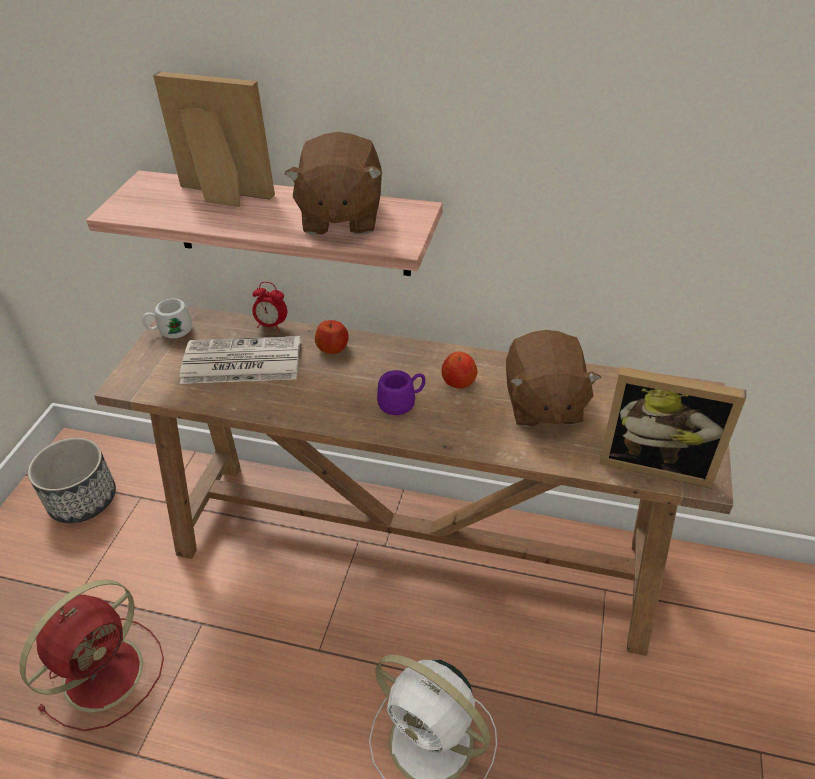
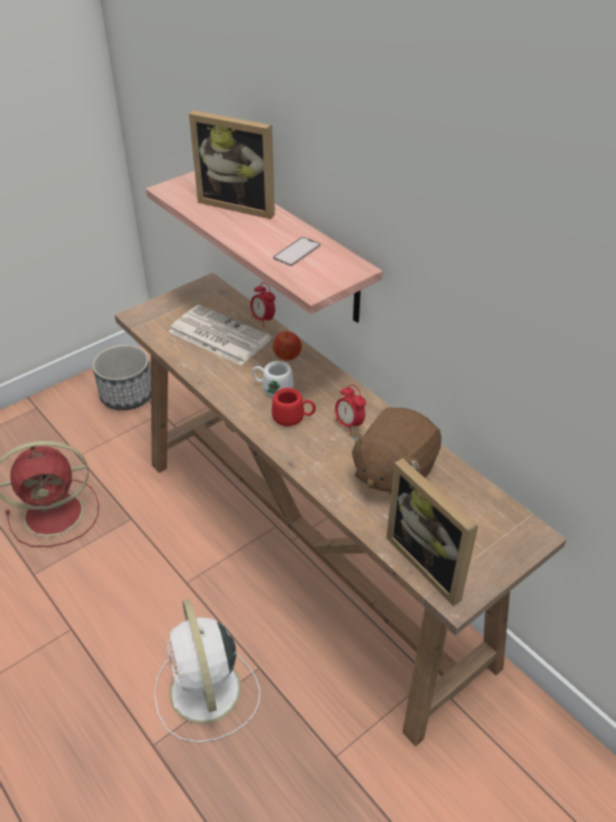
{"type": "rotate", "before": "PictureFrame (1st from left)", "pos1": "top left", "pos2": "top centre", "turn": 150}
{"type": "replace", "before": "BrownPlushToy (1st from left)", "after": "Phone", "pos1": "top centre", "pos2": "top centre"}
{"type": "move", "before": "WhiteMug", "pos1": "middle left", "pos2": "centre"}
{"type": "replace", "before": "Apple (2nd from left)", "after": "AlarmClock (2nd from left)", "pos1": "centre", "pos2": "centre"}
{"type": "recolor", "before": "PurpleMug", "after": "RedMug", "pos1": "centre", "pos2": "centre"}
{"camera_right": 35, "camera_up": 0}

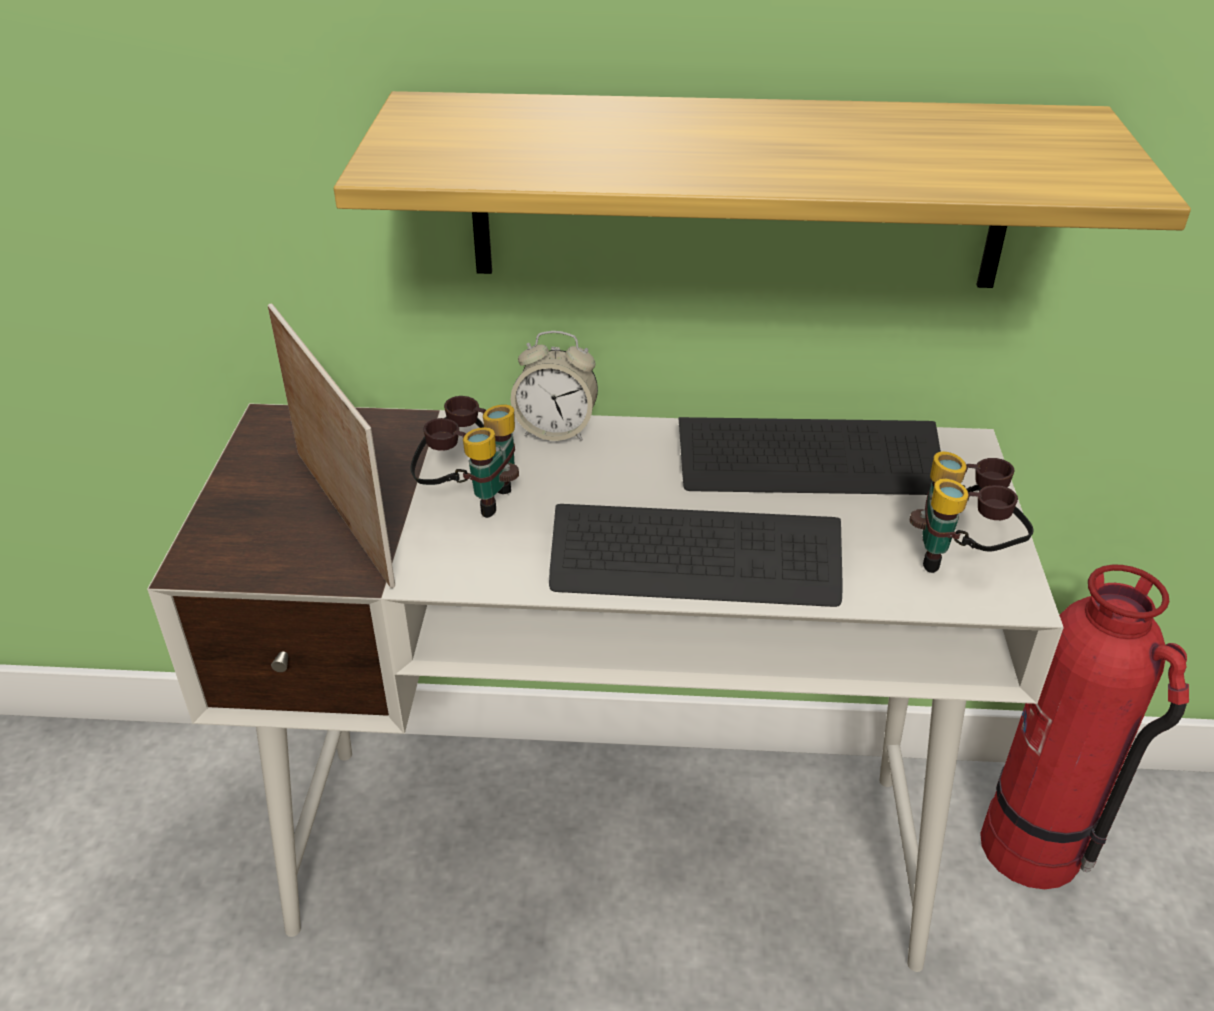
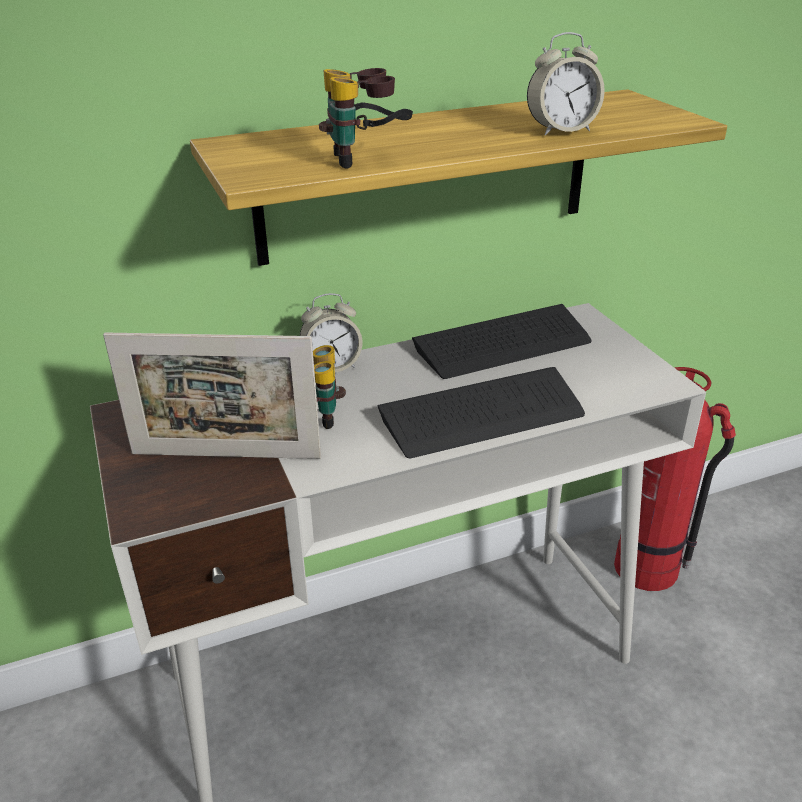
{"type": "rotate", "before": "PictureFrame", "pos1": "middle left", "pos2": "middle left", "turn": 150}
{"type": "move", "before": "Binoculars (2nd from left)", "pos1": "middle right", "pos2": "top centre"}
{"type": "insert", "after": "AlarmClock (2nd from left)", "pos2": "top right"}
{"camera_right": -25, "camera_up": -5}

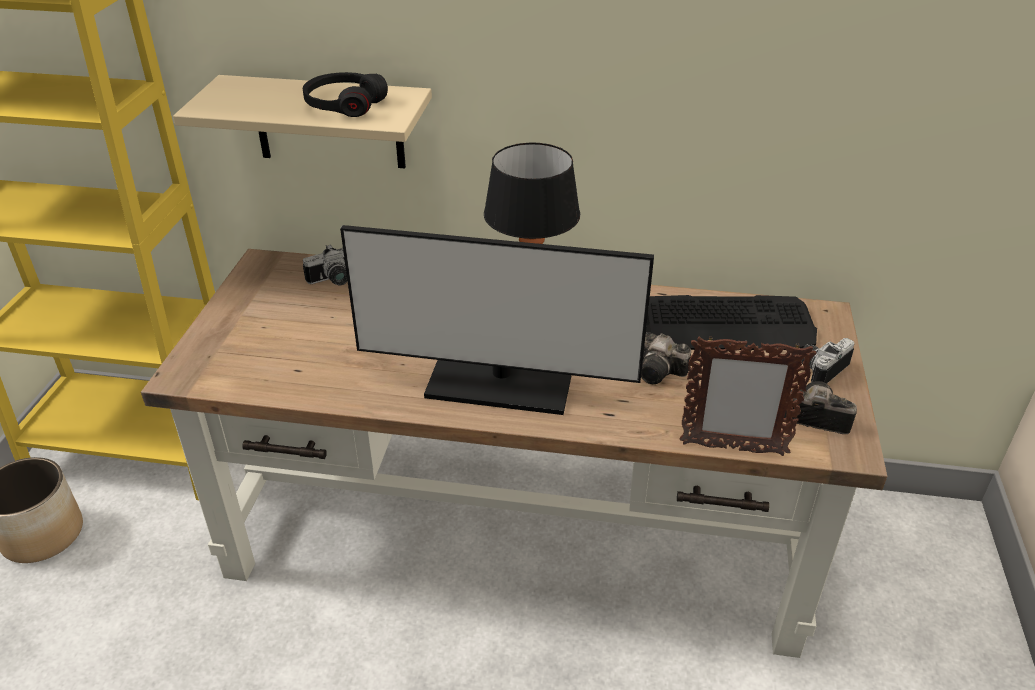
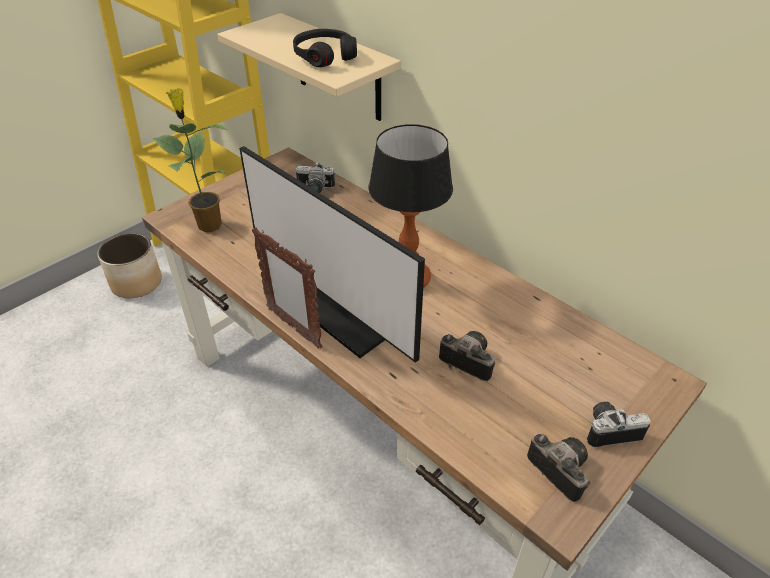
{"type": "delete", "before": "Keyboard", "pos1": "middle right"}
{"type": "rotate", "before": "PhotoCamera (2nd from left)", "pos1": "centre", "pos2": "centre", "turn": 150}
{"type": "move", "before": "PictureFrame", "pos1": "middle right", "pos2": "centre"}
{"type": "insert", "after": "PottedPlant", "pos2": "top left"}
{"camera_right": 35, "camera_up": 5}

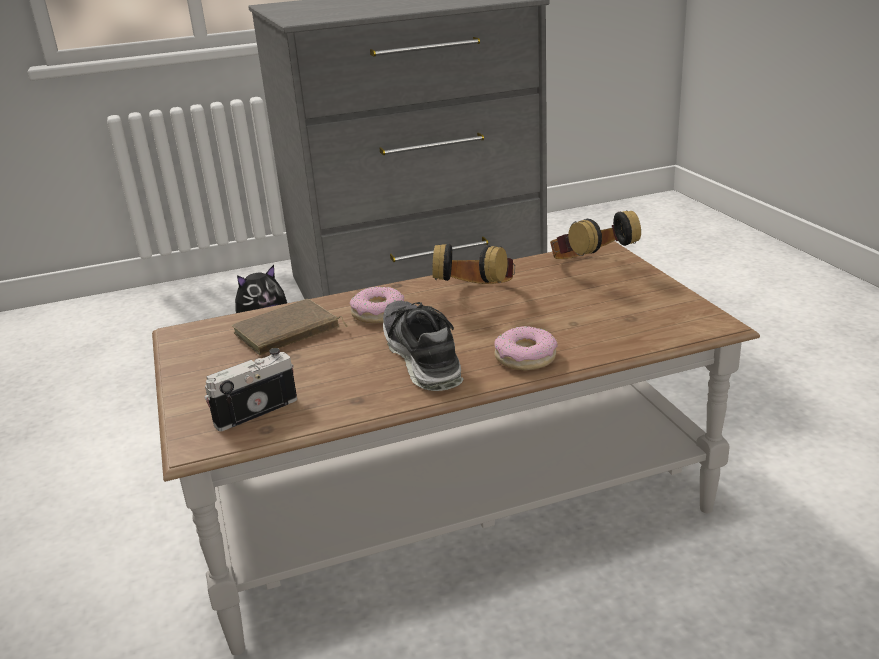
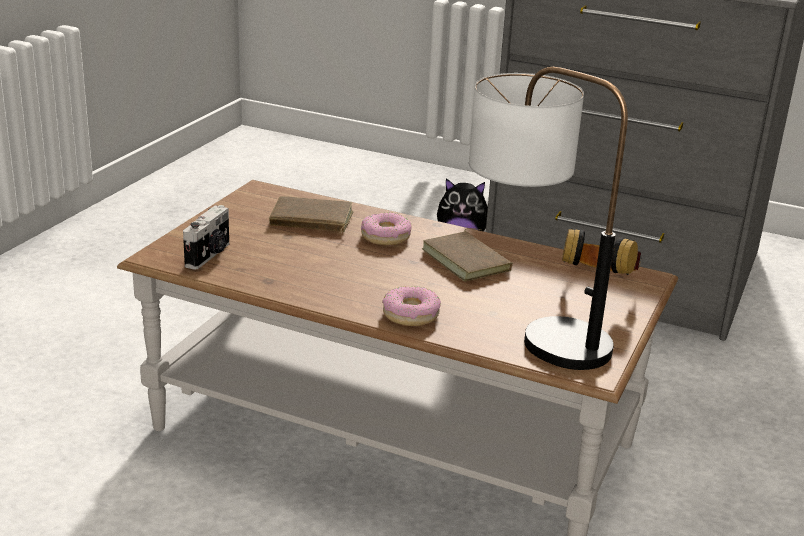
{"type": "replace", "before": "Headphones (1st from left)", "after": "BrownBook (2nd from left)", "pos1": "centre", "pos2": "centre"}
{"type": "delete", "before": "Shoe", "pos1": "centre"}
{"type": "rotate", "before": "PhotoCamera", "pos1": "middle left", "pos2": "middle left", "turn": 105}
{"type": "insert", "after": "TableLamp", "pos2": "middle right"}
{"camera_right": 40, "camera_up": 0}

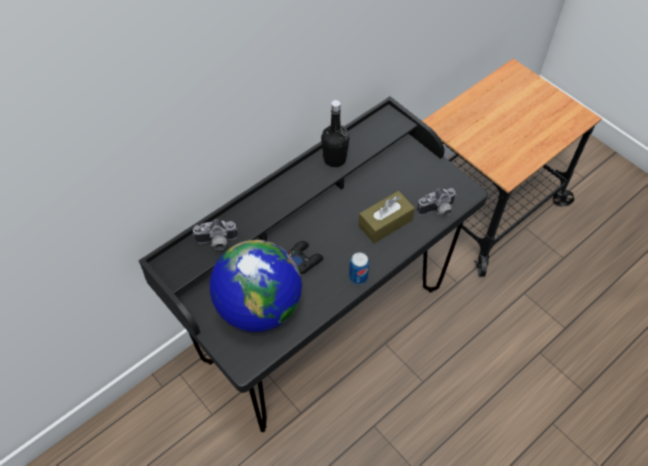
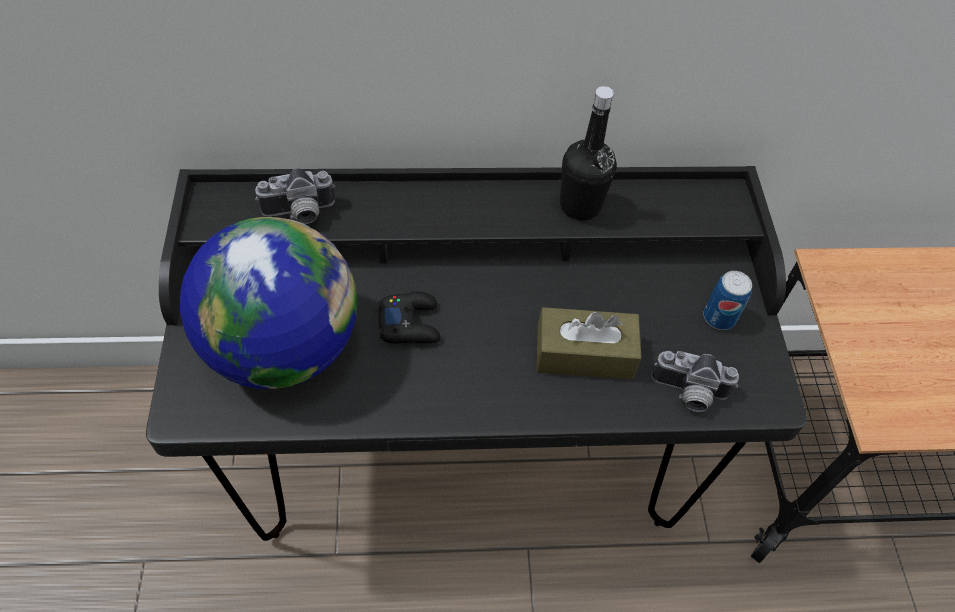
{"type": "rotate", "before": "PhotoCamera (1st from left)", "pos1": "middle left", "pos2": "top left", "turn": -45}
{"type": "move", "before": "Can", "pos1": "centre", "pos2": "middle right"}
{"camera_right": 35, "camera_up": 0}

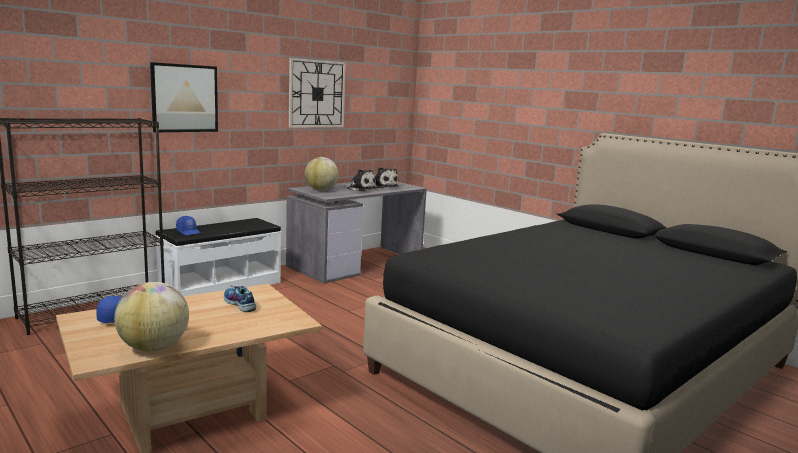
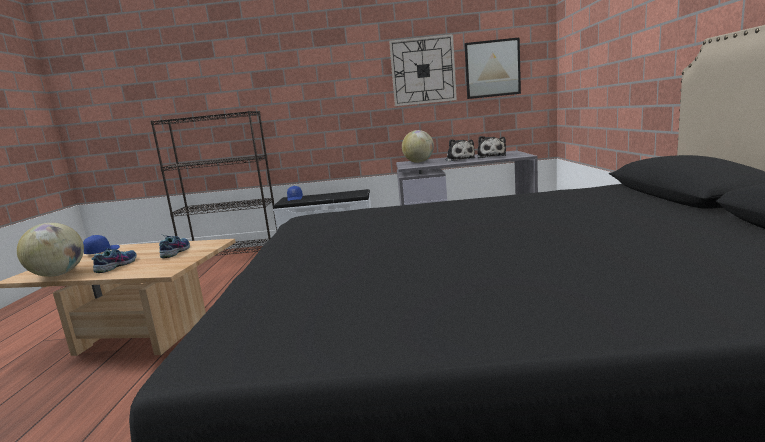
{"type": "move", "before": "Picture", "pos1": "top left", "pos2": "top centre"}
{"type": "insert", "after": "Shoe (1st from left)", "pos2": "middle left"}
{"camera_right": 45, "camera_up": 0}

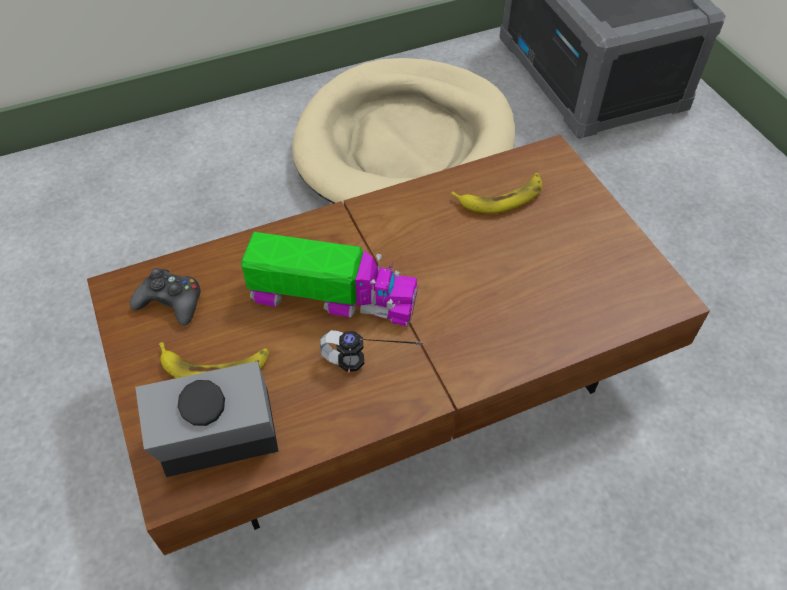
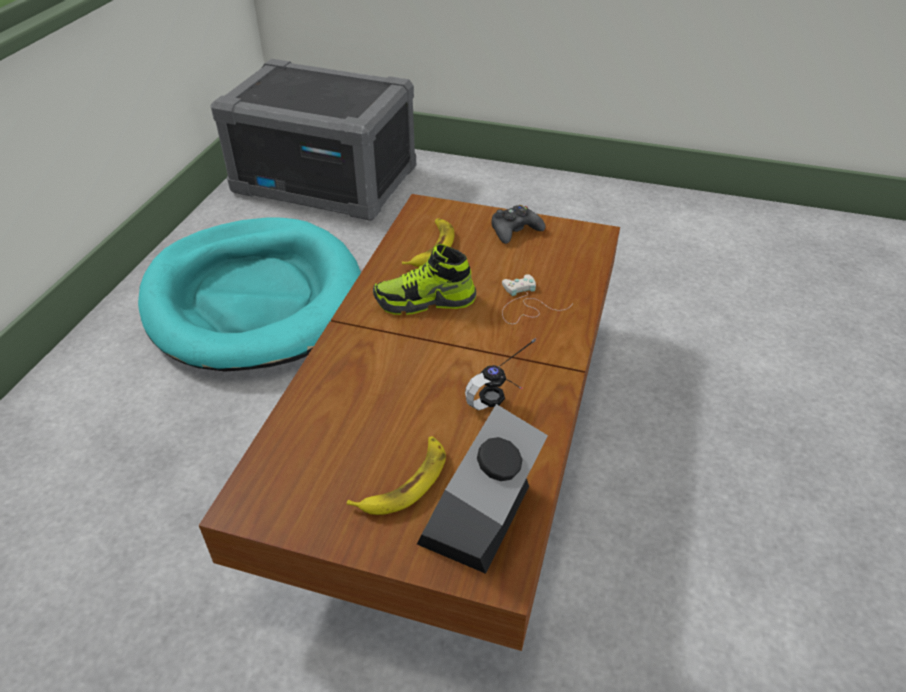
{"type": "recolor", "before": "BeigeDogBed", "after": "TurquoiseDogBed", "pos1": "top centre", "pos2": "middle left"}
{"type": "delete", "before": "ToyTruck", "pos1": "centre"}
{"type": "move", "before": "BlackGameController", "pos1": "middle left", "pos2": "top centre"}
{"type": "insert", "after": "Shoe", "pos2": "centre"}
{"type": "insert", "after": "WhiteGameController", "pos2": "centre"}
{"camera_right": -50, "camera_up": -10}

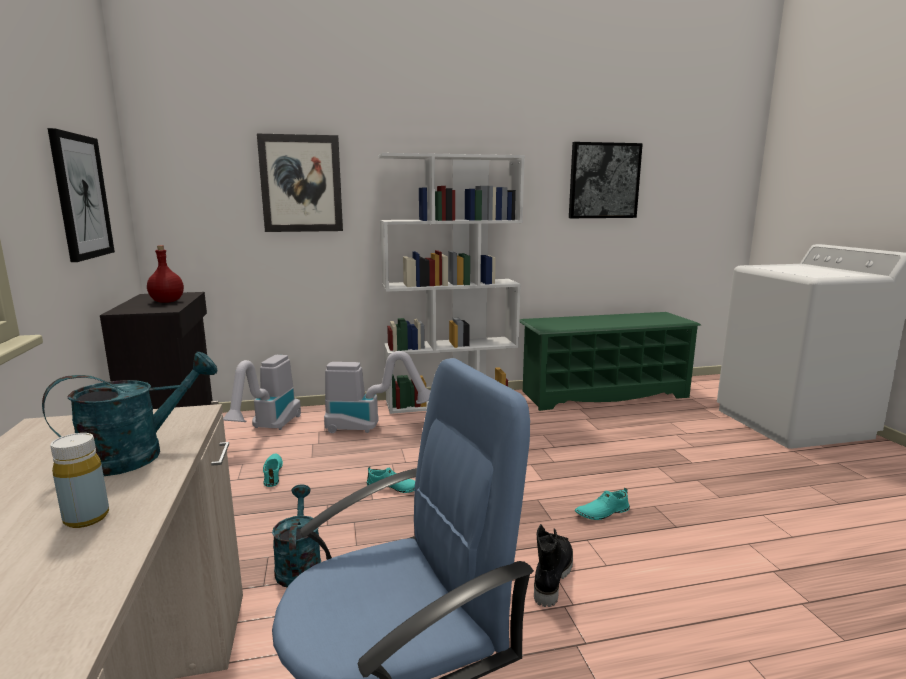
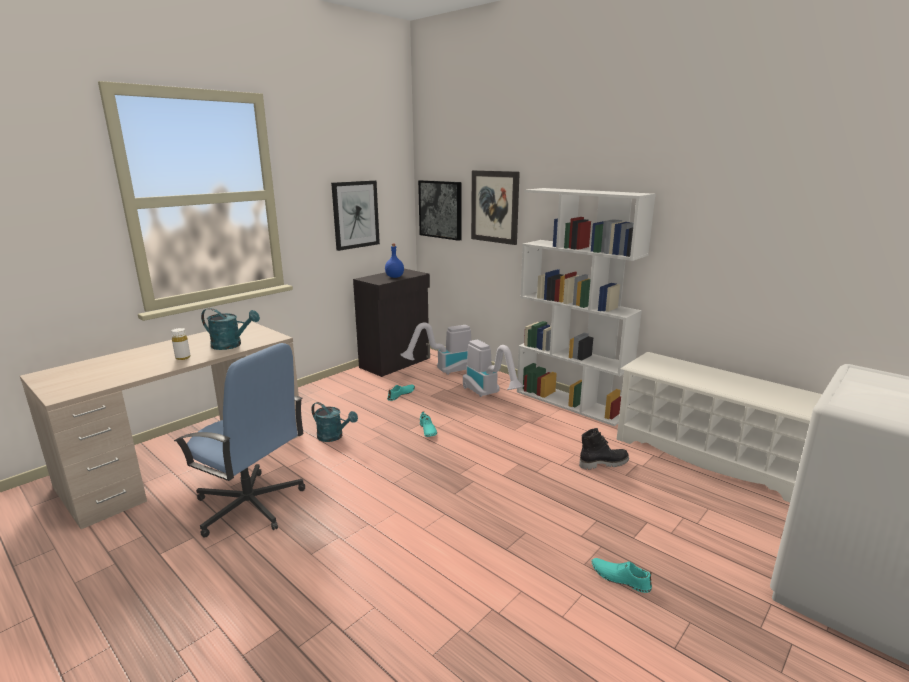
{"type": "move", "before": "Picture (3rd from left in the first image)", "after": "Picture (2nd from left)", "pos1": "top right", "pos2": "top centre"}
{"type": "recolor", "before": "RedBottle", "after": "BlueBottle", "pos1": "middle left", "pos2": "centre"}
{"type": "recolor", "before": "GreenShoeRack", "after": "WhiteShoeRack", "pos1": "middle right", "pos2": "middle right"}
{"type": "recolor", "before": "YellowBottle", "after": "WhiteBottle", "pos1": "bottom left", "pos2": "middle left"}
{"type": "rotate", "before": "TurquoiseWateringCan (2nd from left)", "pos1": "bottom left", "pos2": "centre", "turn": 75}
{"type": "move", "before": "TurquoiseShoe (3rd from left)", "pos1": "bottom centre", "pos2": "bottom right"}
{"type": "move", "before": "BlackBoot", "pos1": "bottom centre", "pos2": "centre"}
{"camera_right": 55, "camera_up": 5}

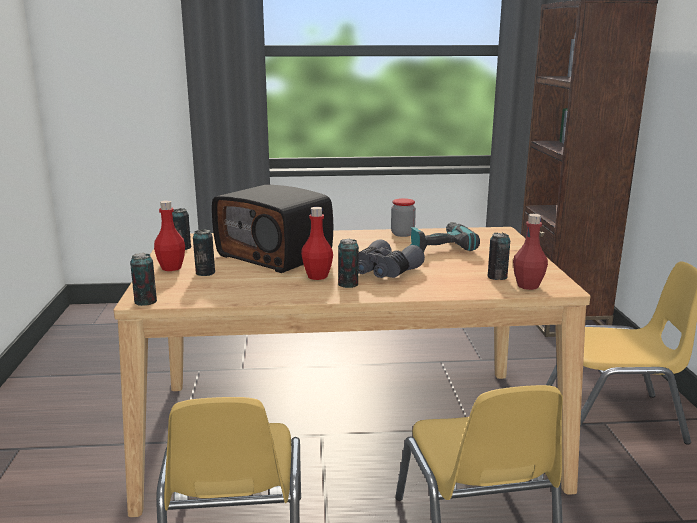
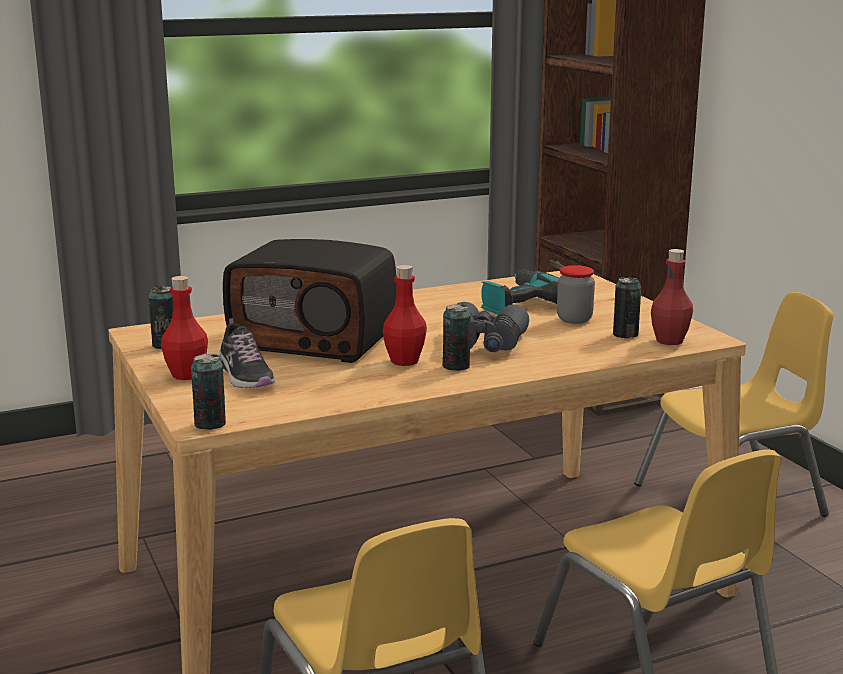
{"type": "move", "before": "Jar", "pos1": "centre", "pos2": "middle right"}
{"type": "replace", "before": "Can (3rd from left)", "after": "Shoe", "pos1": "middle left", "pos2": "middle left"}
{"camera_right": -20, "camera_up": 0}

